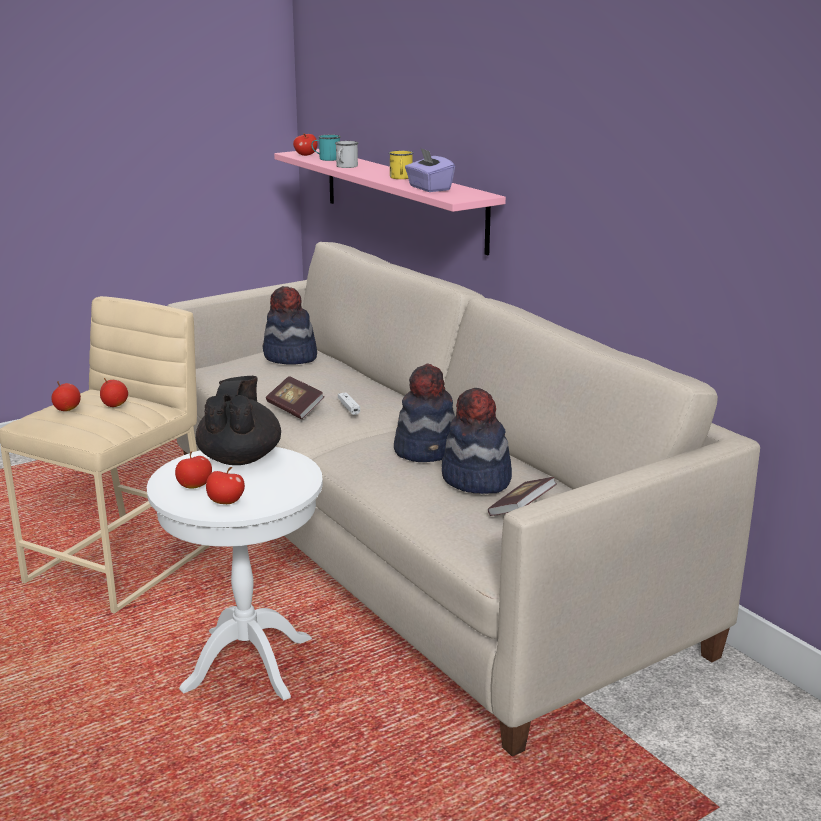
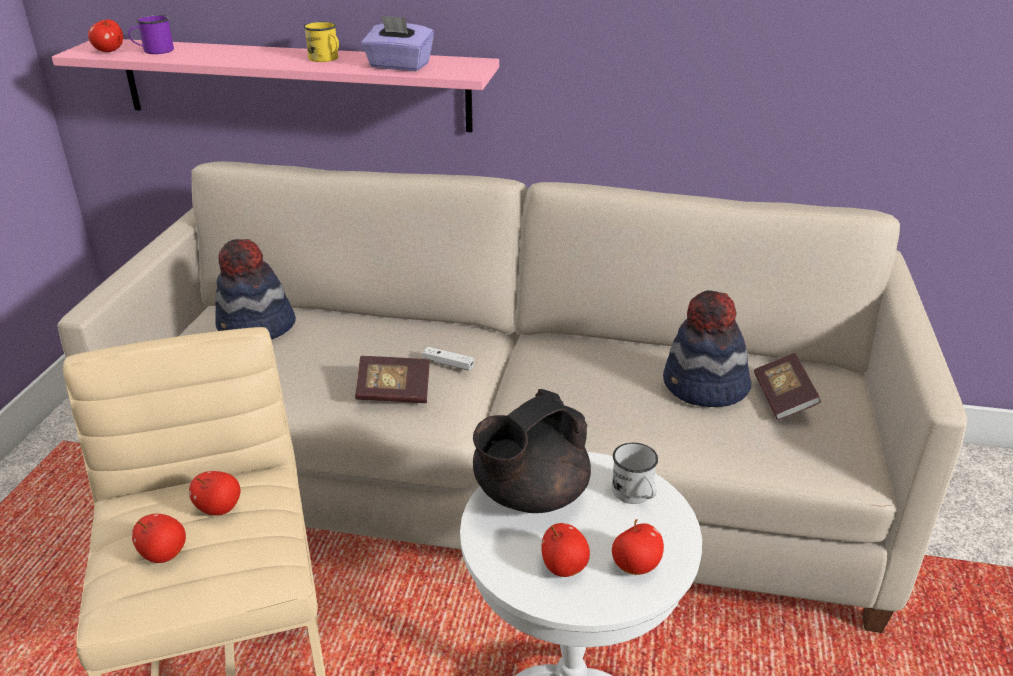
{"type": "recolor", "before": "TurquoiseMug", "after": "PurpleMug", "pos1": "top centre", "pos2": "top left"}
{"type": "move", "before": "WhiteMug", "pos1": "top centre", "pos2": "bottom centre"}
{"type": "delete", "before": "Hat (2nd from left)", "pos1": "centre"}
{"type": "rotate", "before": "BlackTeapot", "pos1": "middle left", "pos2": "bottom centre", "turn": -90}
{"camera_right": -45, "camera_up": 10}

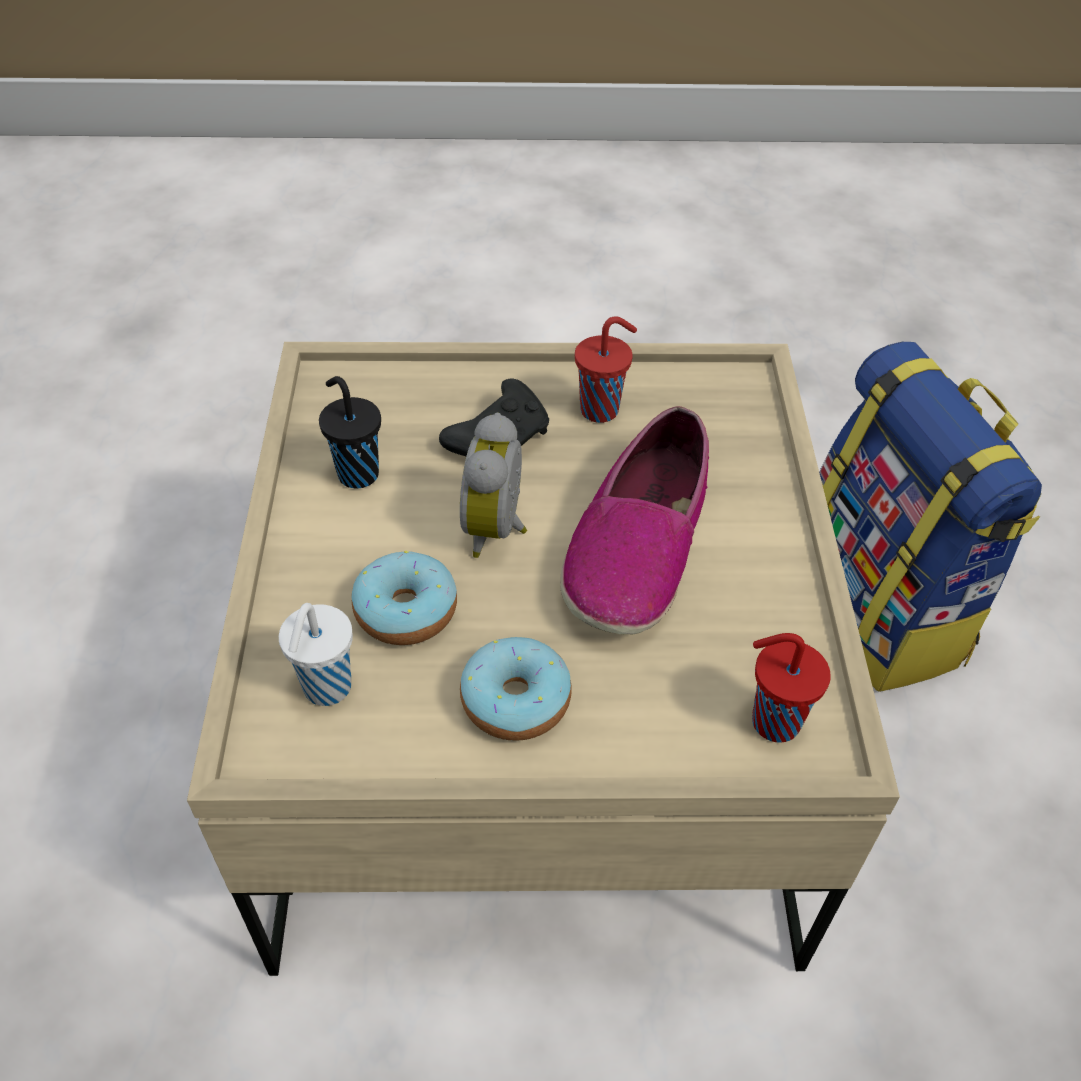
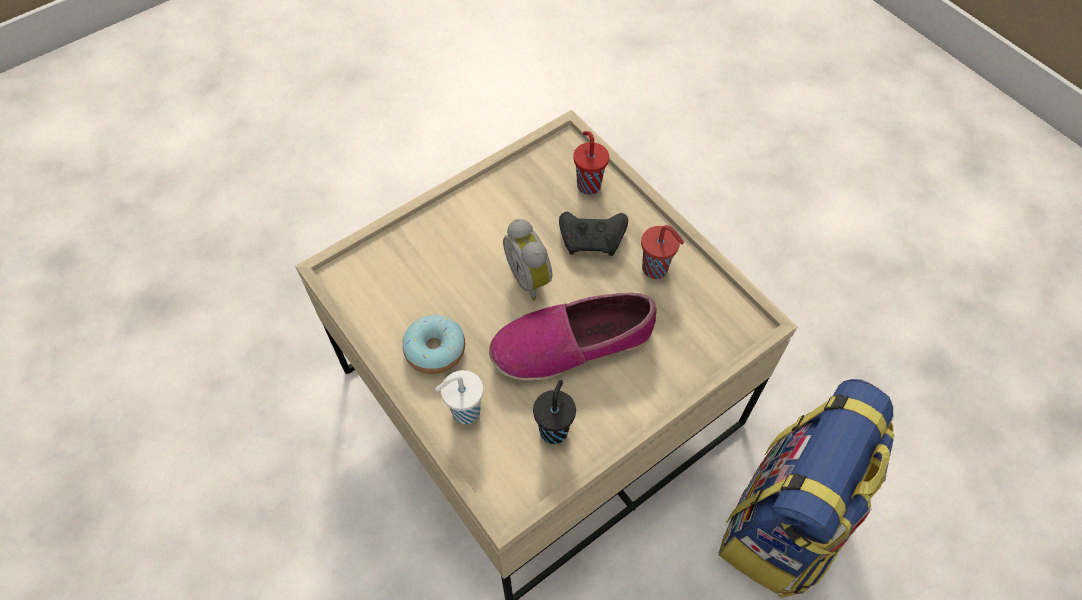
{"type": "move", "before": "BlackCup", "pos1": "middle left", "pos2": "bottom centre"}
{"type": "rotate", "before": "AlarmClock", "pos1": "centre", "pos2": "centre", "turn": -90}
{"type": "delete", "before": "Donut (1st from left)", "pos1": "centre"}
{"type": "move", "before": "WhiteCup", "pos1": "middle left", "pos2": "centre"}
{"type": "move", "before": "RedCup (2nd from left in the first image)", "after": "RedCup (1st from left)", "pos1": "middle right", "pos2": "top centre"}
{"camera_right": 55, "camera_up": 10}

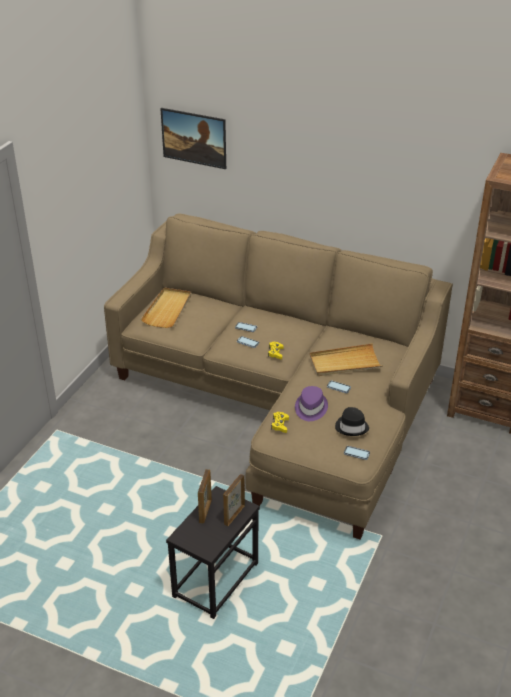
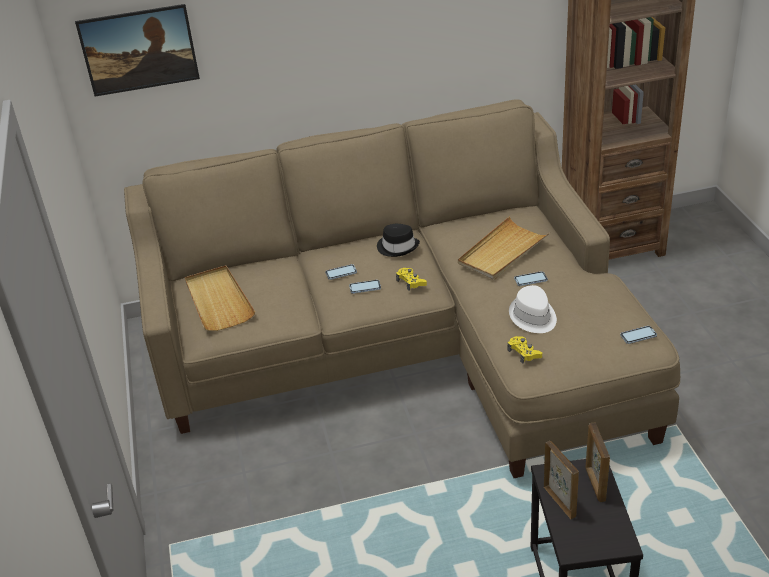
{"type": "recolor", "before": "PurpleHat", "after": "WhiteHat", "pos1": "centre", "pos2": "middle right"}
{"type": "move", "before": "BlackHat", "pos1": "middle right", "pos2": "centre"}
{"camera_right": -35, "camera_up": 0}

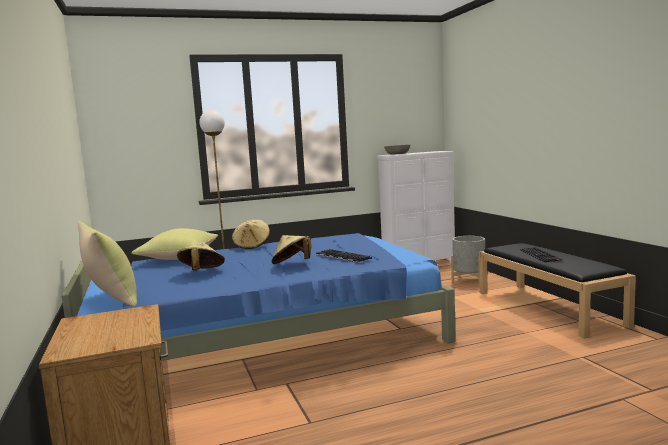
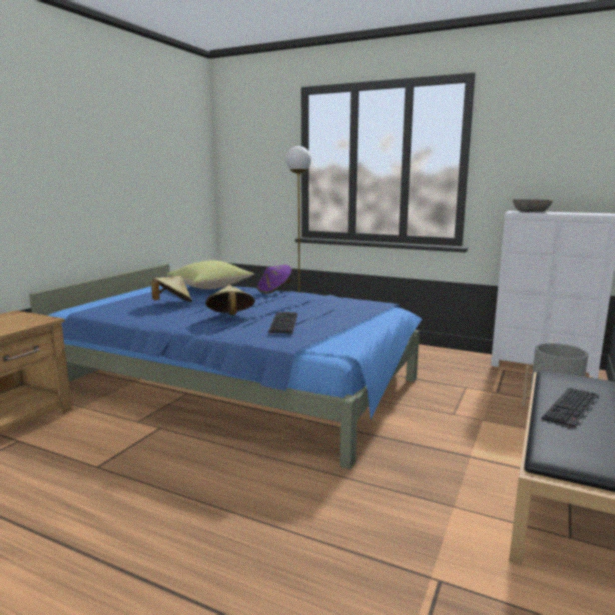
{"type": "recolor", "before": "BeigeHat (2nd from left)", "after": "PurpleHat", "pos1": "centre", "pos2": "centre"}
{"type": "delete", "before": "YellowPillow (1st from left)", "pos1": "middle left"}
{"camera_right": 45, "camera_up": 5}

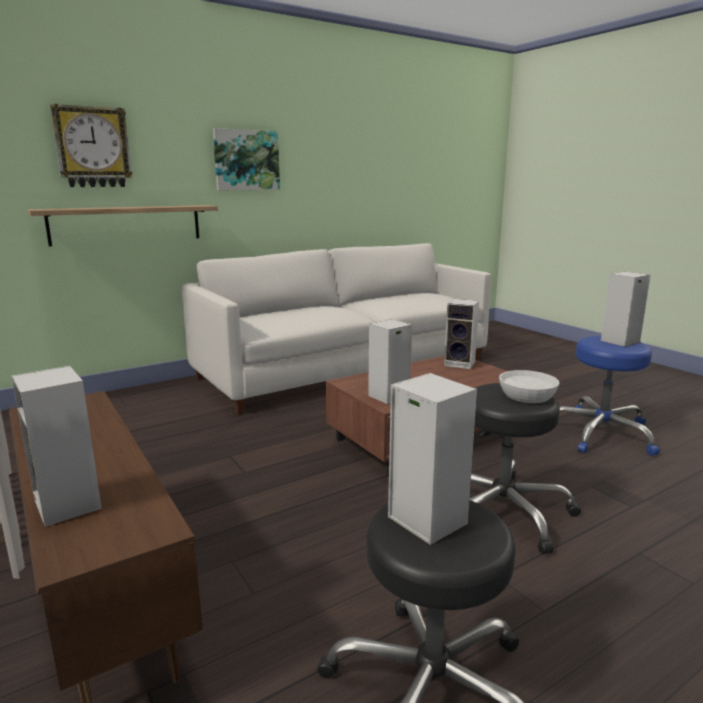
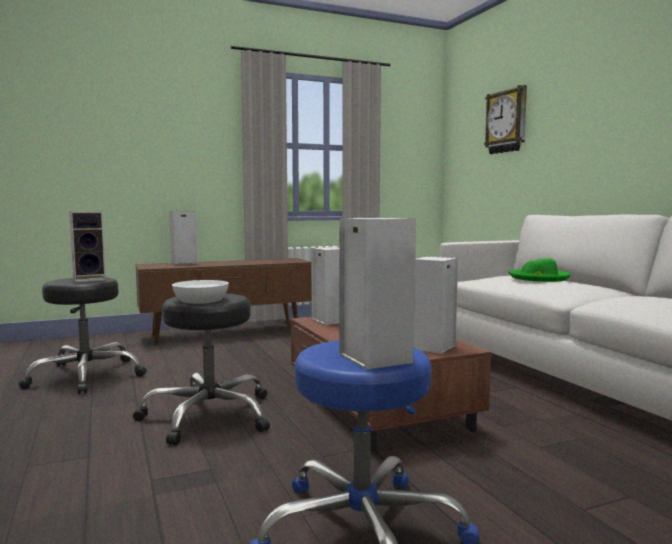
{"type": "delete", "before": "Picture", "pos1": "top centre"}
{"type": "delete", "before": "Shelf", "pos1": "top left"}
{"type": "insert", "after": "GreenHat", "pos2": "middle right"}
{"camera_right": 100, "camera_up": -10}

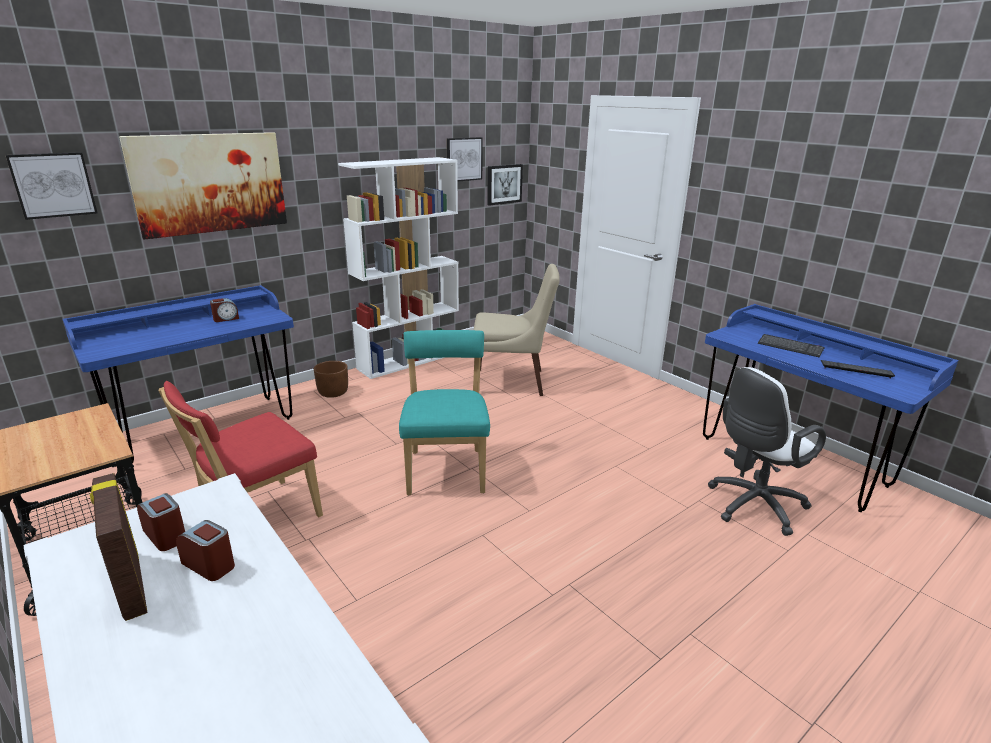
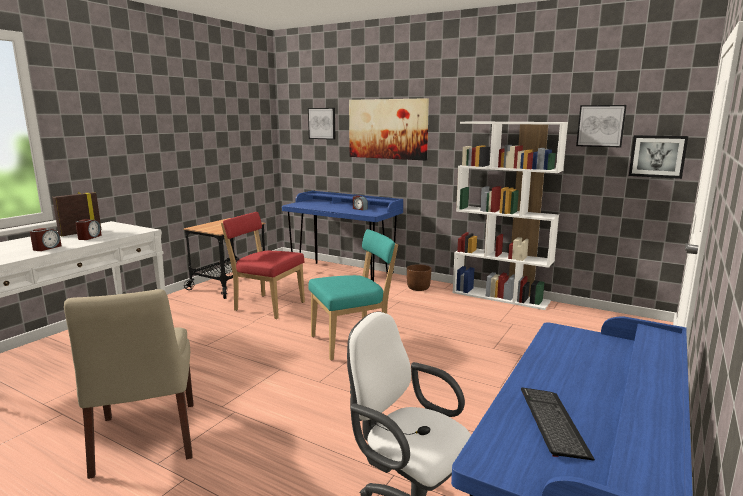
{"type": "move", "before": "BeigeChair", "pos1": "centre", "pos2": "bottom left"}
{"type": "delete", "before": "Keyboard (1st from left)", "pos1": "middle right"}
{"type": "move", "before": "AlarmClock (1st from left)", "pos1": "bottom left", "pos2": "middle left"}
{"camera_right": 70, "camera_up": -10}

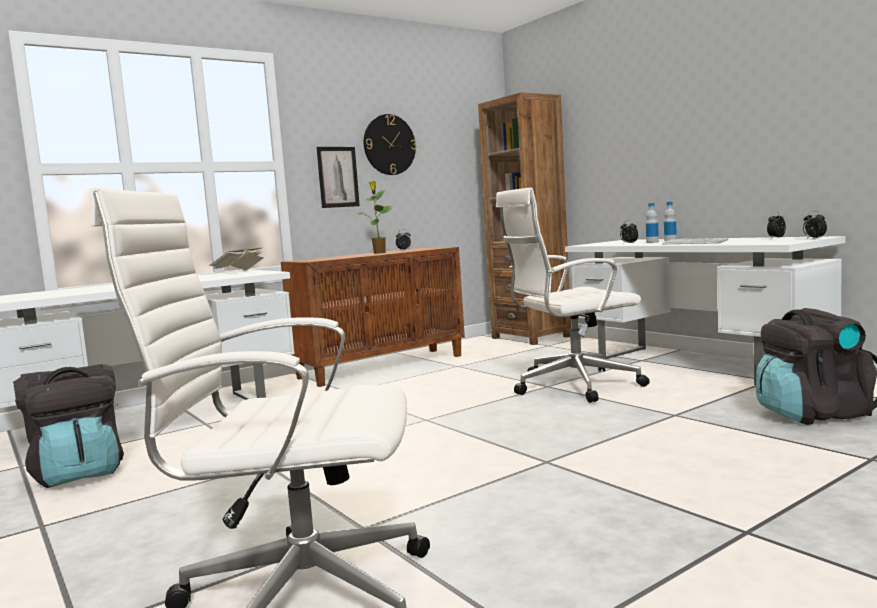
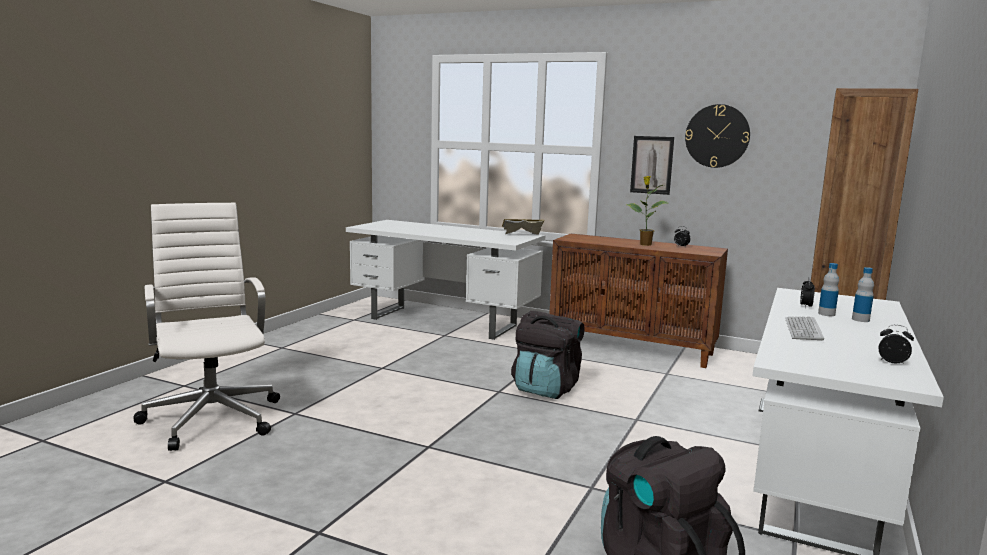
{"type": "delete", "before": "WhiteOfficeChair (2nd from left)", "pos1": "centre"}
{"type": "delete", "before": "AlarmClock (4th from left)", "pos1": "middle right"}
{"type": "move", "before": "BlackBackpack (1st from left)", "pos1": "bottom left", "pos2": "centre"}
{"camera_right": 60, "camera_up": 5}

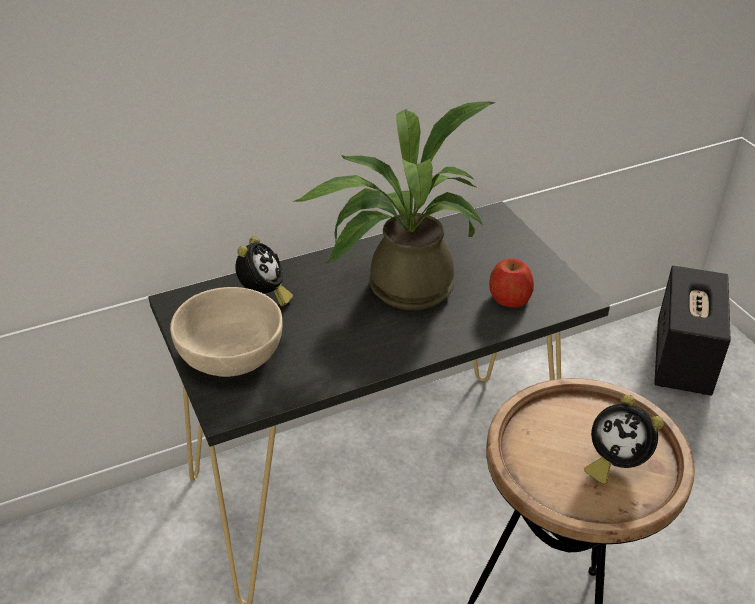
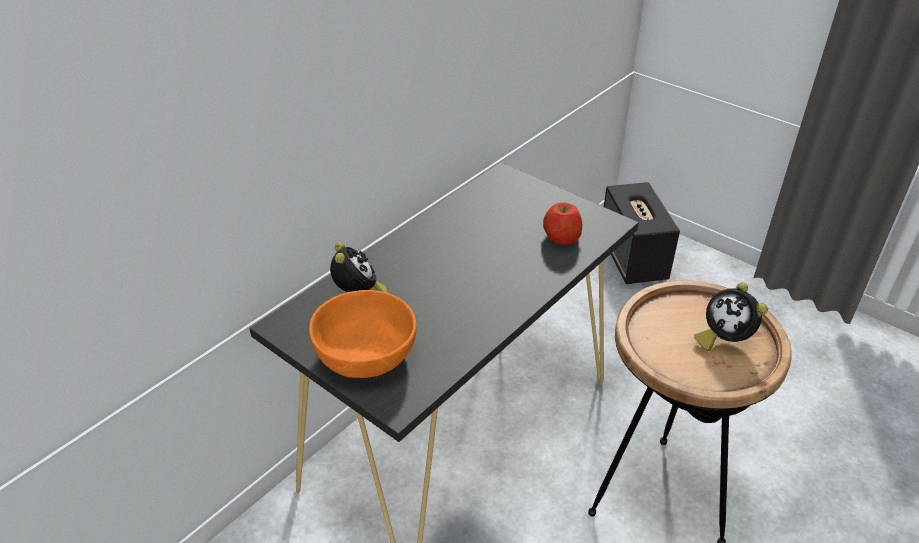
{"type": "delete", "before": "PottedPlant", "pos1": "centre"}
{"type": "recolor", "before": "BeigeBowl", "after": "OrangeBowl", "pos1": "middle left", "pos2": "centre"}
{"type": "rotate", "before": "AlarmClock (2nd from left)", "pos1": "bottom right", "pos2": "middle right", "turn": 45}
{"camera_right": -25, "camera_up": 0}

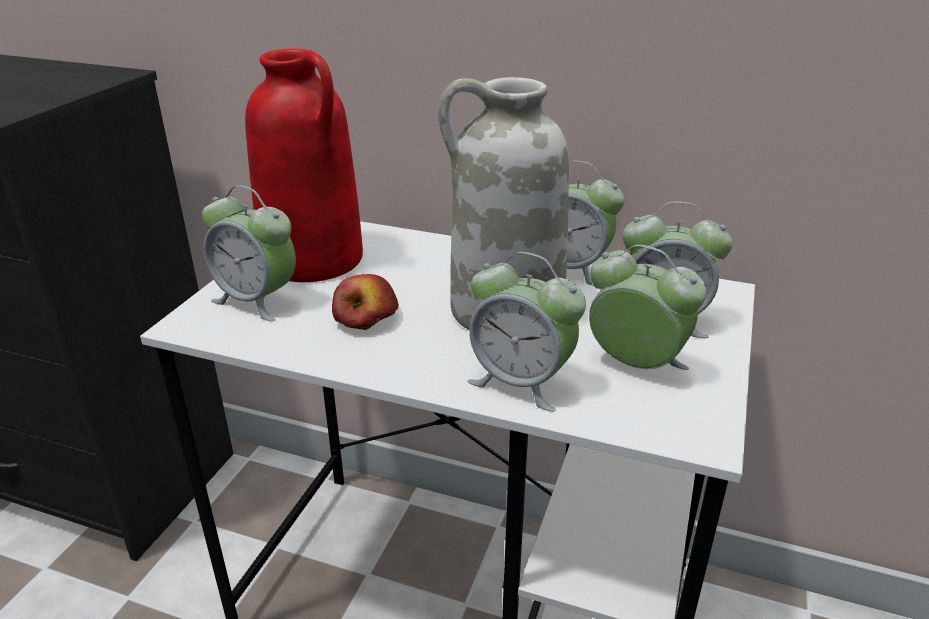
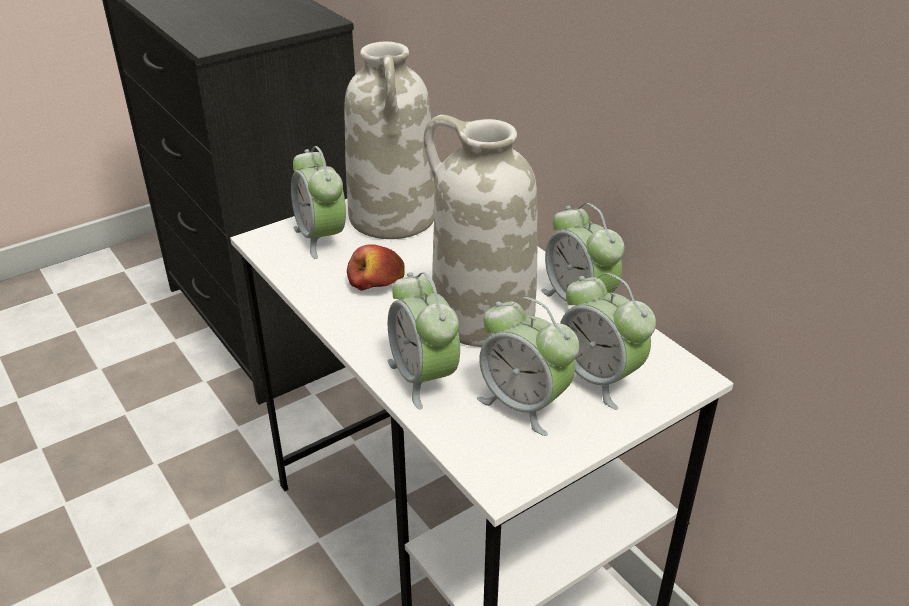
{"type": "recolor", "before": "RedVase", "after": "WhiteVase (1st from left)", "pos1": "top left", "pos2": "top centre"}
{"type": "rotate", "before": "AlarmClock (4th from left in the first image)", "pos1": "middle right", "pos2": "centre", "turn": 150}
{"camera_right": 35, "camera_up": 5}

